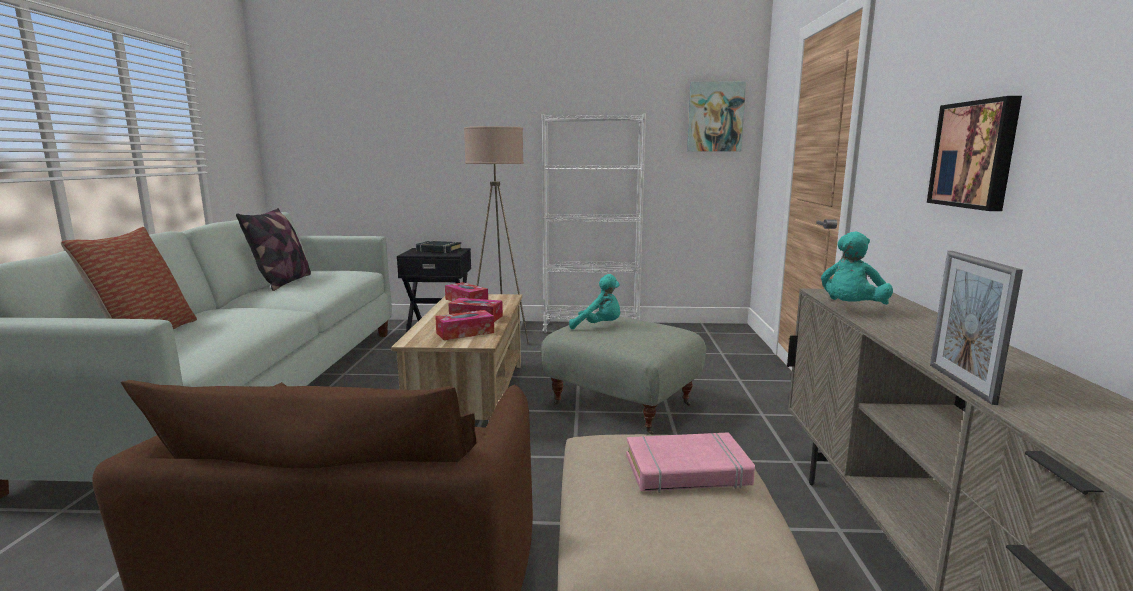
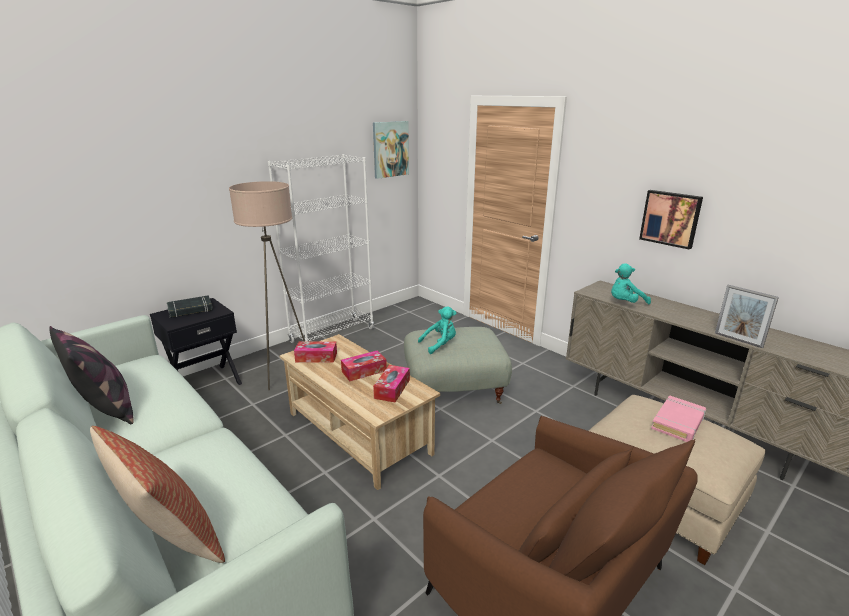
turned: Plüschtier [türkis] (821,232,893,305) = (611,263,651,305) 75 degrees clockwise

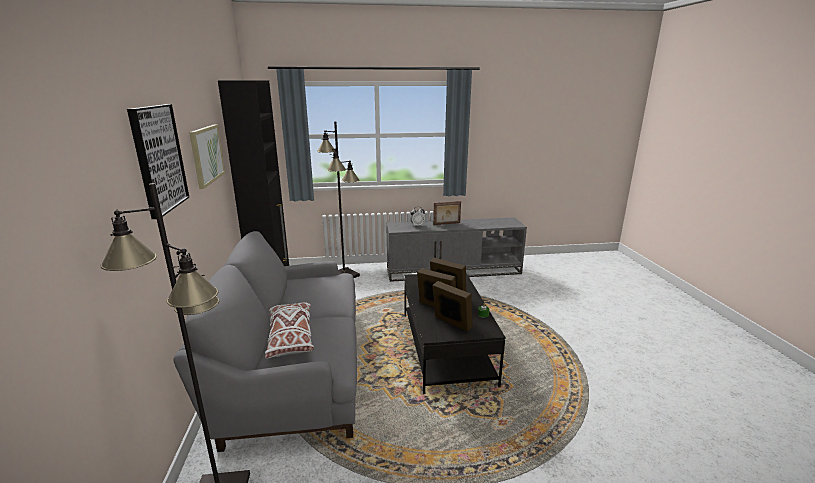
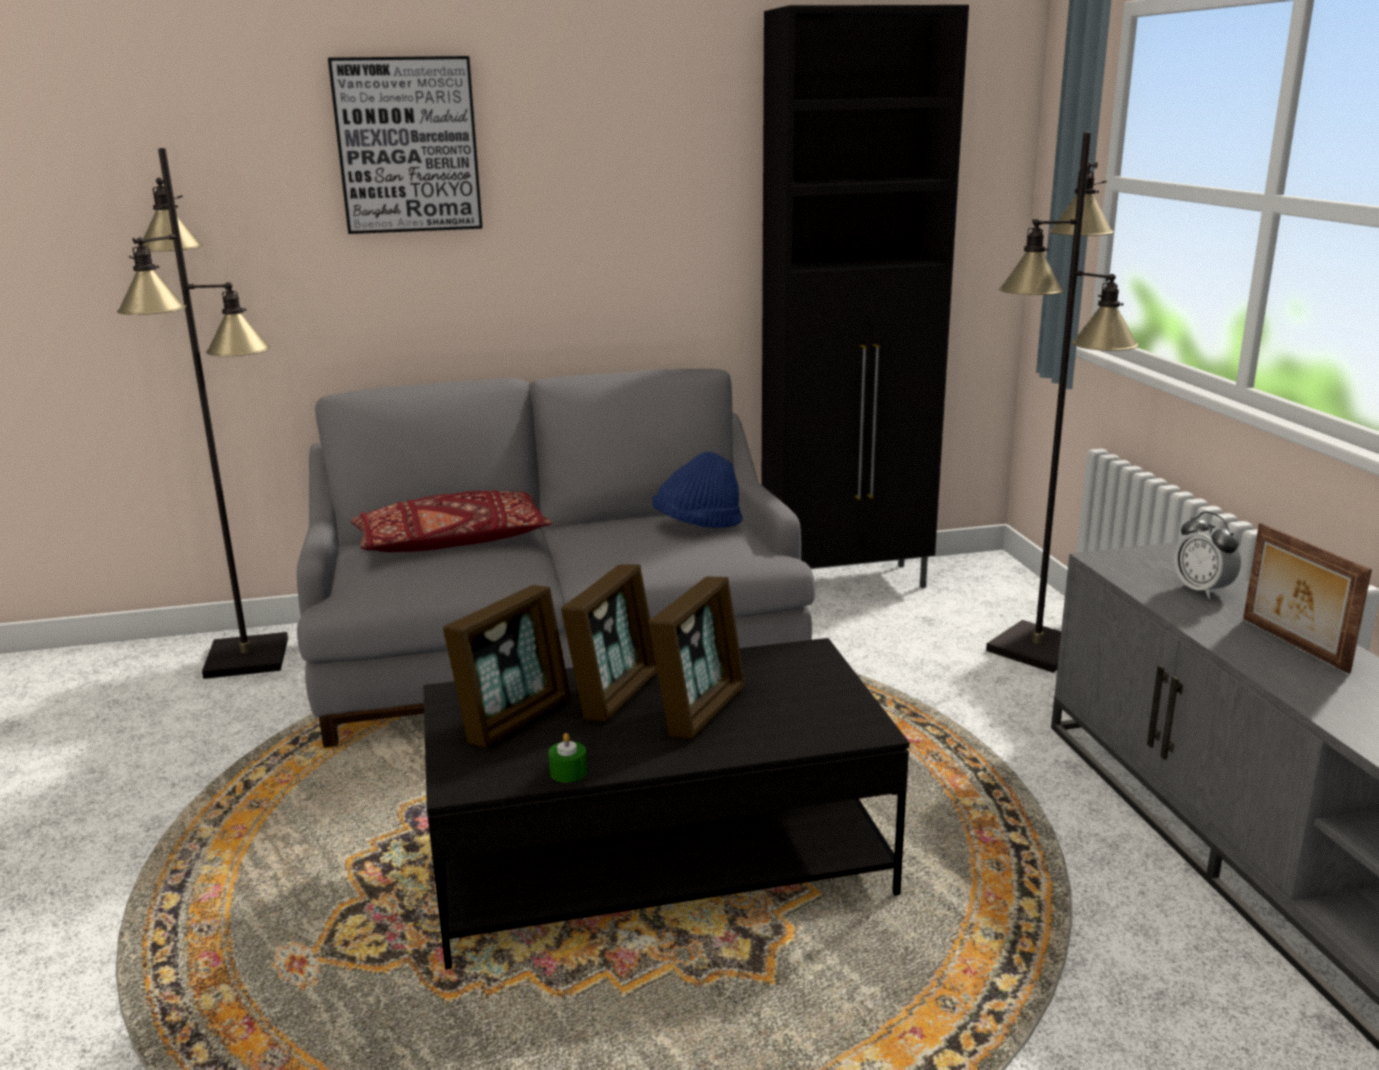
removed: Bild (189,124,225,189)
added: Hut [blau] (653,452,743,528)
recoloured: Kissen [weiß] (265,303,314,359) to Kissen [rot] (351,490,552,552)

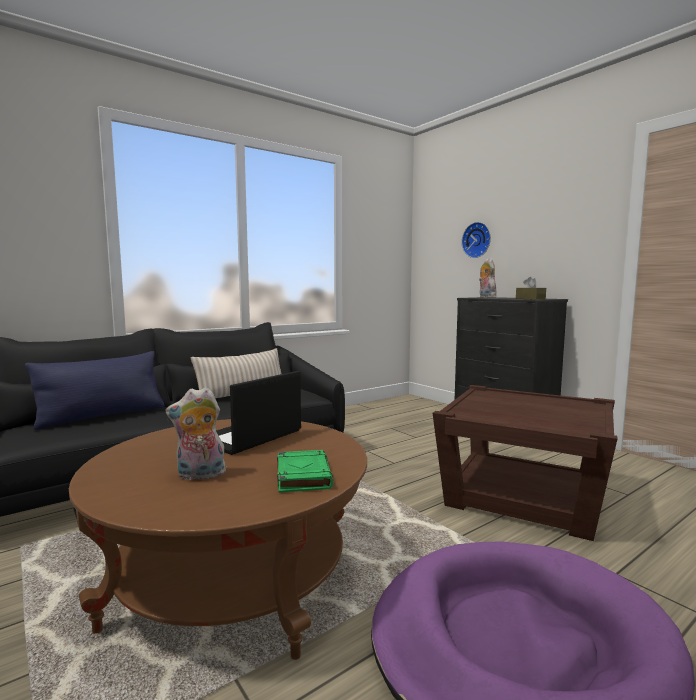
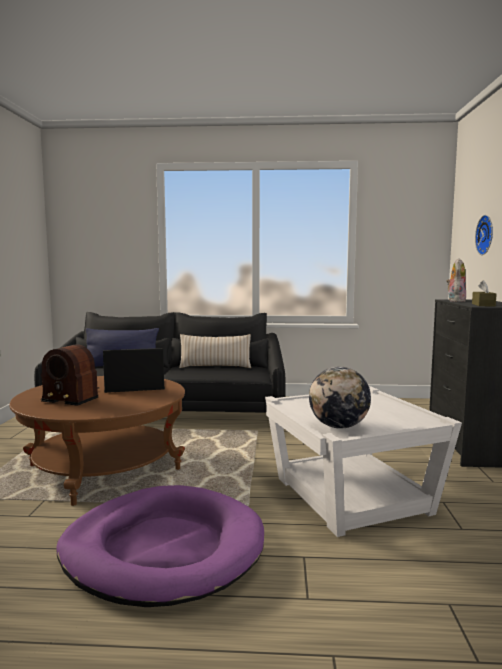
removed: Buch [grün] (277,450,333,493)
added: Globus (309,367,371,429)
replaced: Plüschtier (166,387,226,480) to Radio (41,344,99,406)
recoloured: Beistelltisch [braun] (433,385,618,541) to Beistelltisch [weiß] (265,386,462,537)

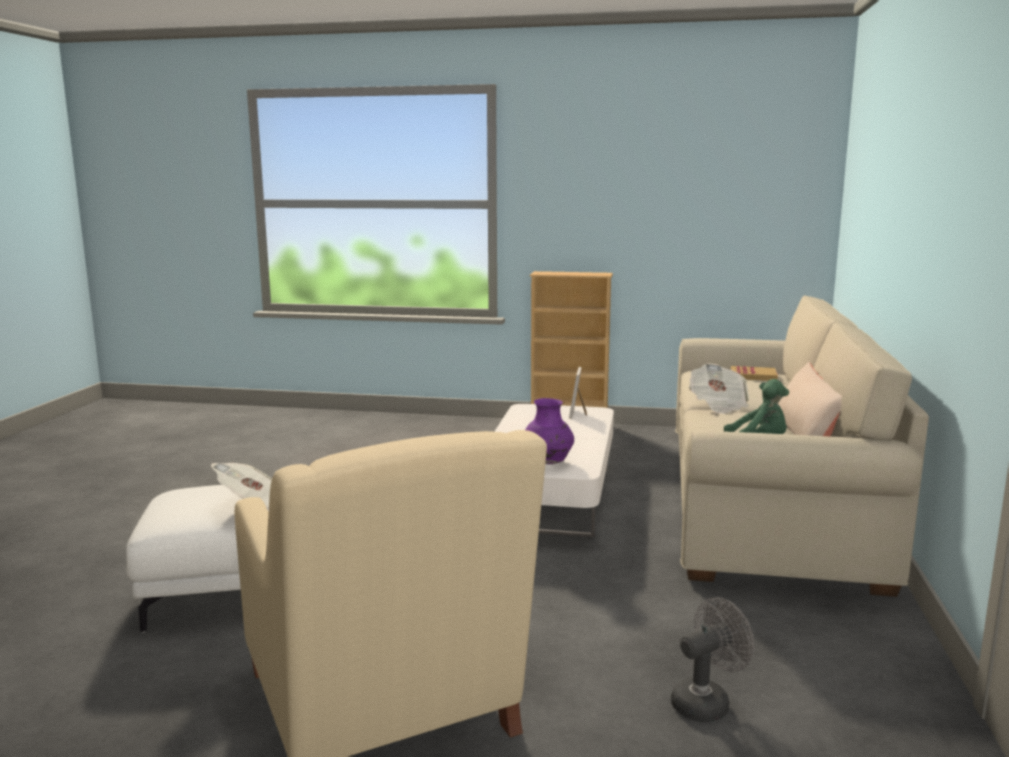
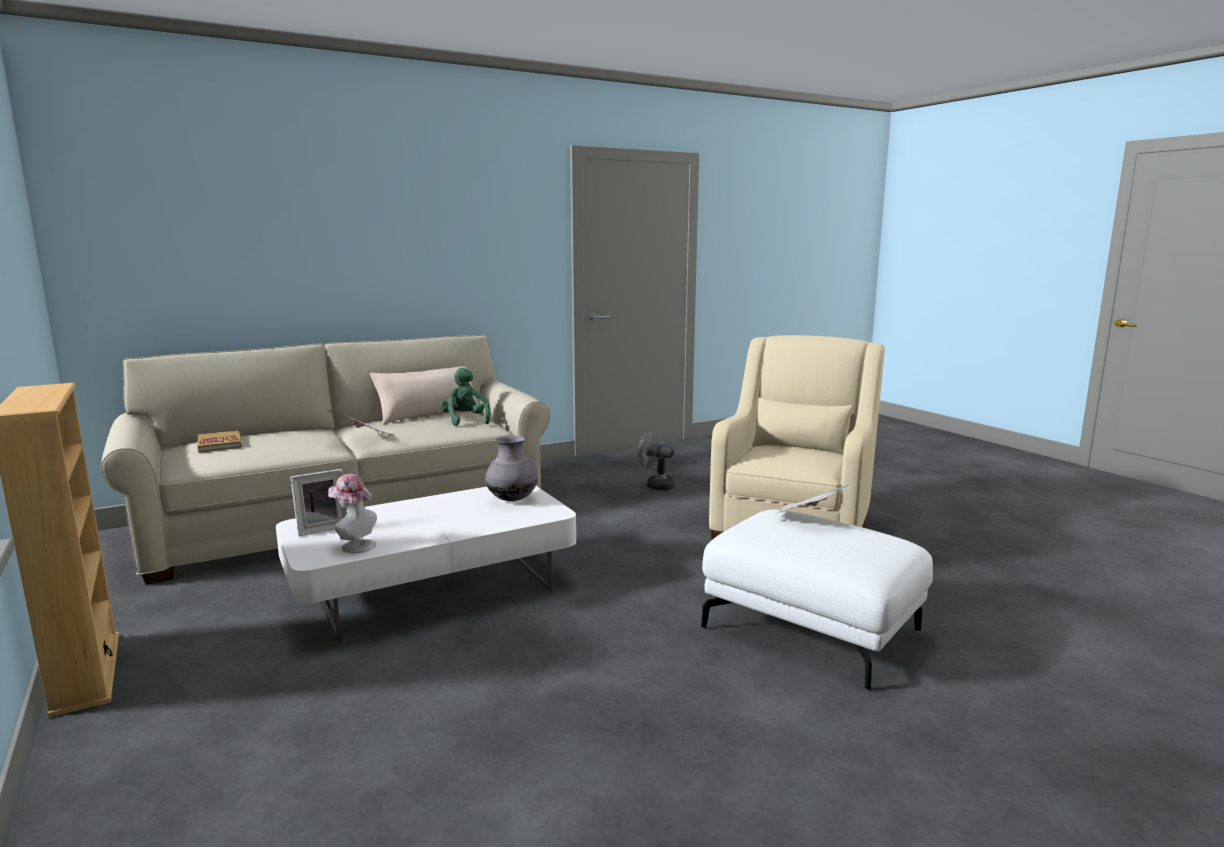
added: Hut (328,474,377,553)
recoloured: Vase [lila] (525,398,574,464) to Vase [grau] (485,436,538,501)

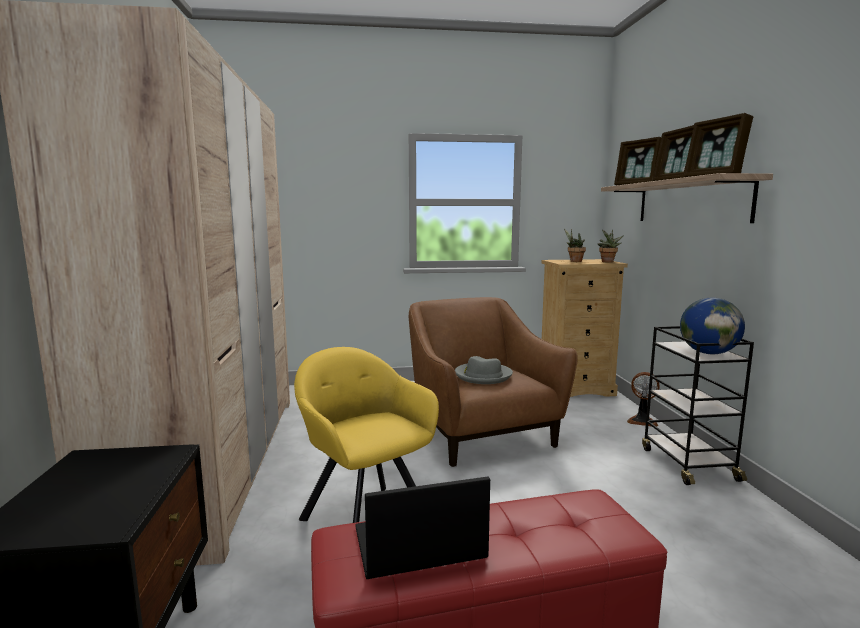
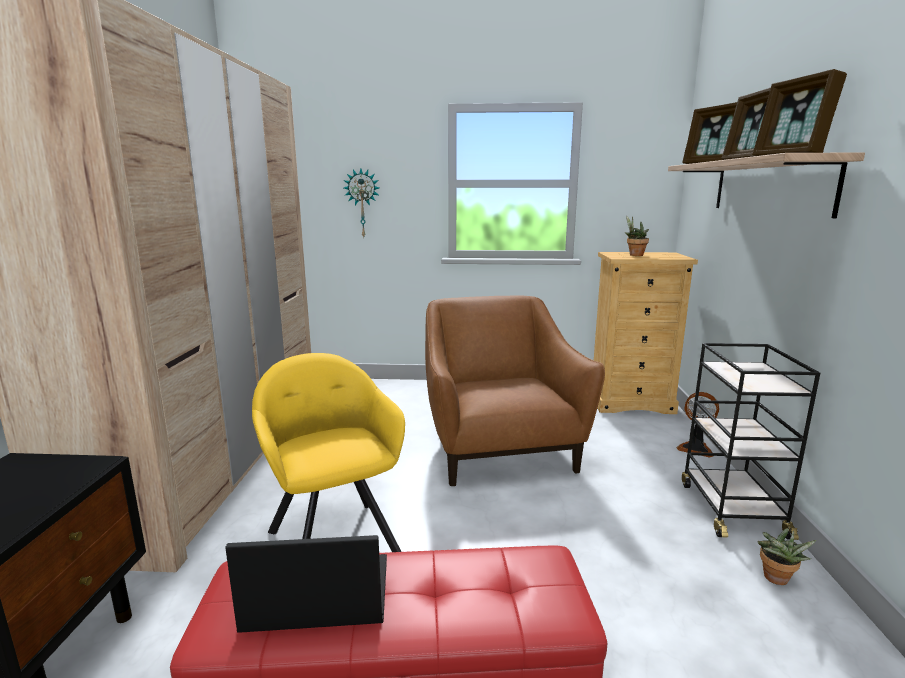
removed: Globus (680,298,745,354); Hut [grau] (455,356,513,384)
added: Wanduhr (344,169,380,237)
moved: Topfpflanze (598,229,624,262) to (758,528,816,585)

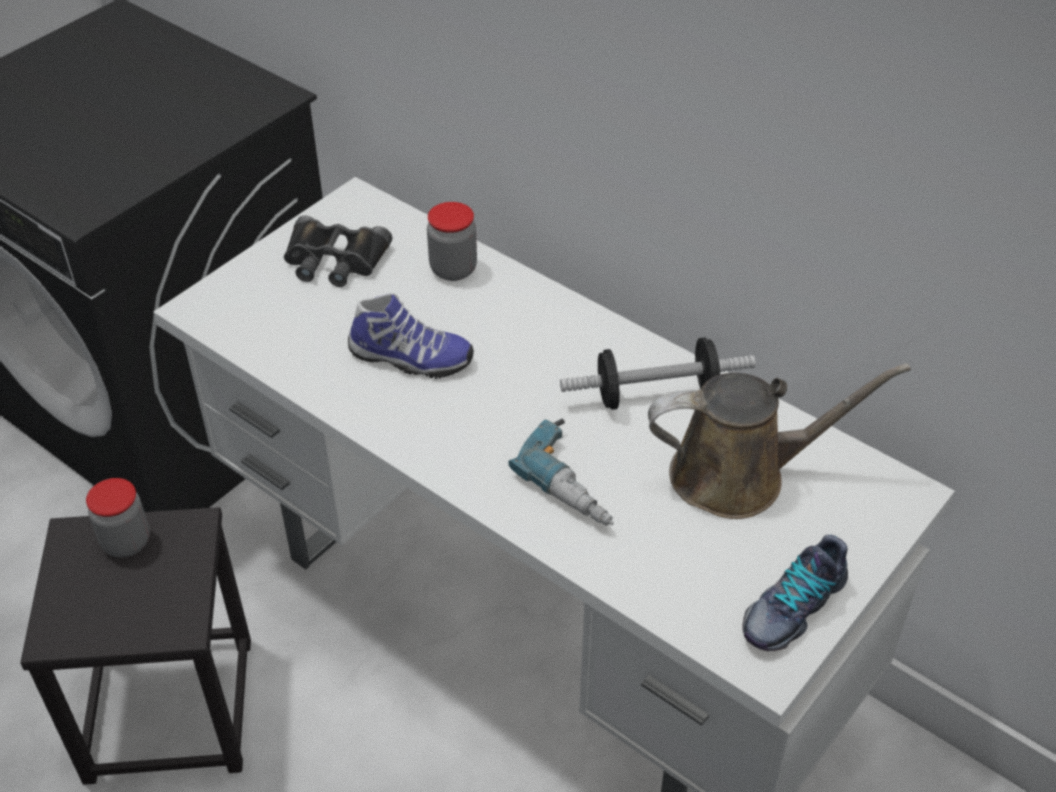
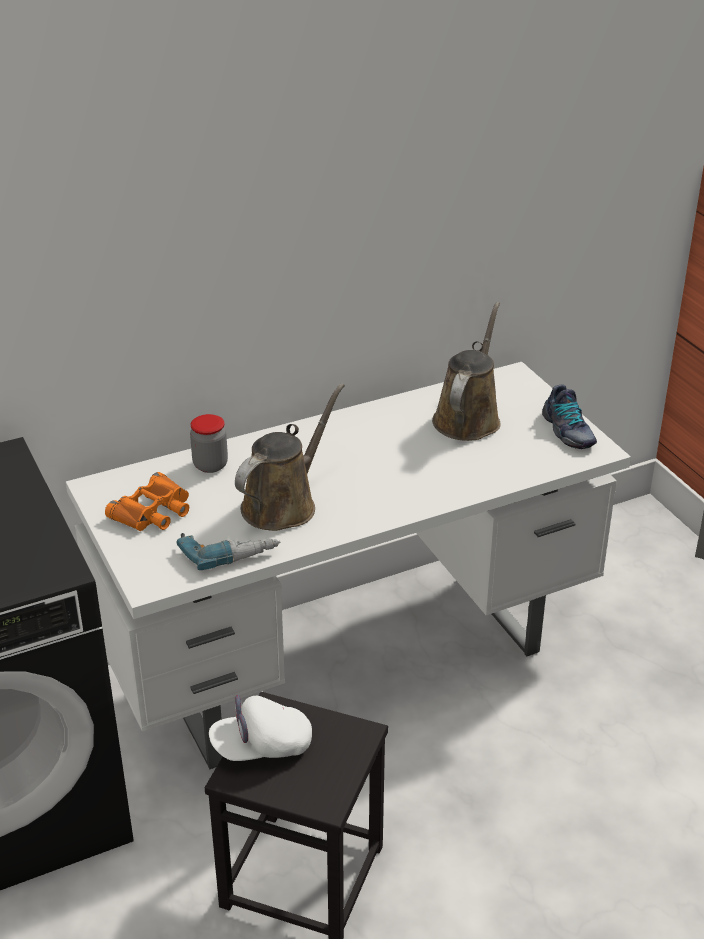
removed: Hantel (560,337,756,410)
moved: Bohrmaschine (508,418,614,526) to (177,533,281,570)
replaced: Schuh (348,294,474,379) to Gießkanne [braun] (235,383,345,531); Vorratsglas (86,478,150,557) to Kappe [weiß] (209,695,312,761)
recoloured: Fernglas [schwarz] (284,215,392,287) to Fernglas [orange] (105,472,189,531)

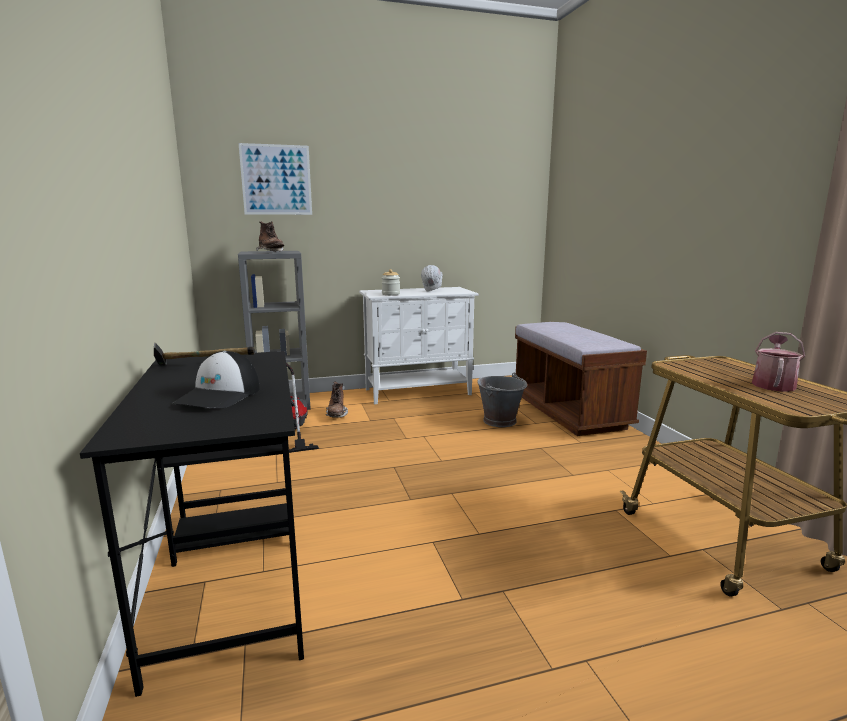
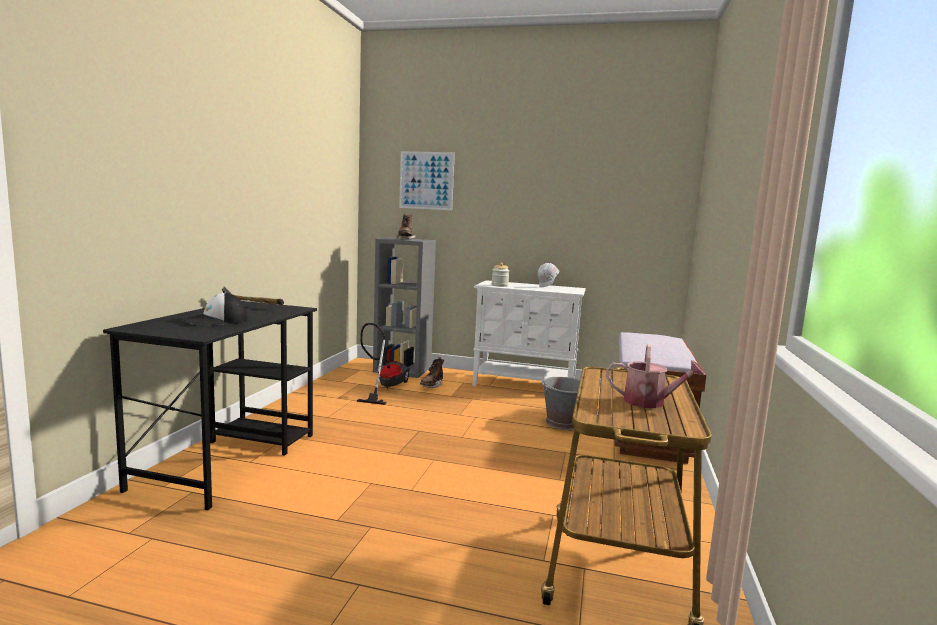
turned: Gießkanne (752,332,805,392) = (606,344,705,408) 45 degrees clockwise

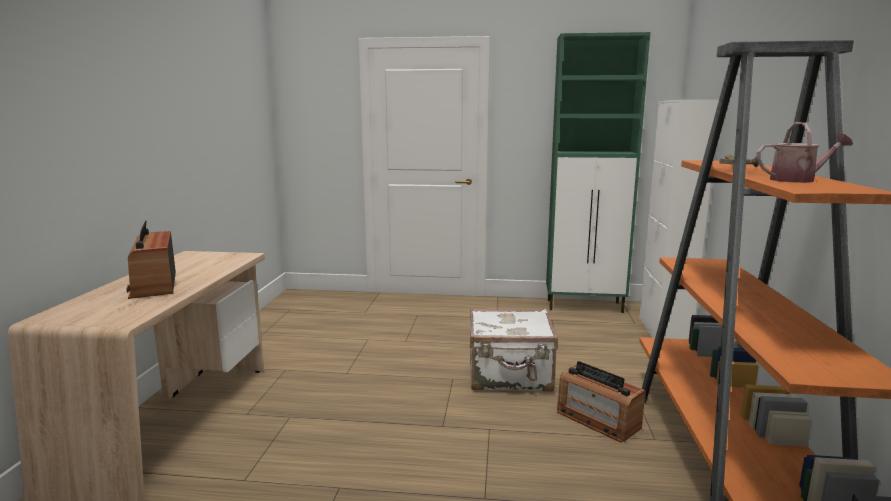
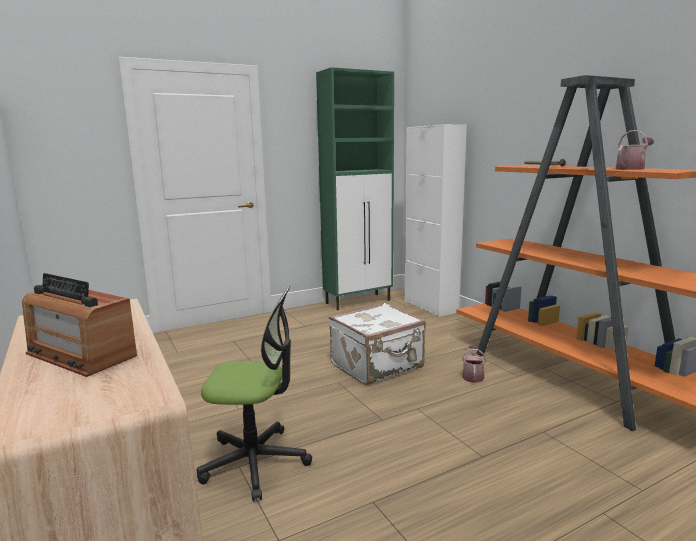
added: Bürostuhl (197,286,312,501)
replaced: Radio (557,361,646,443) to Gießkanne (462,346,486,383)

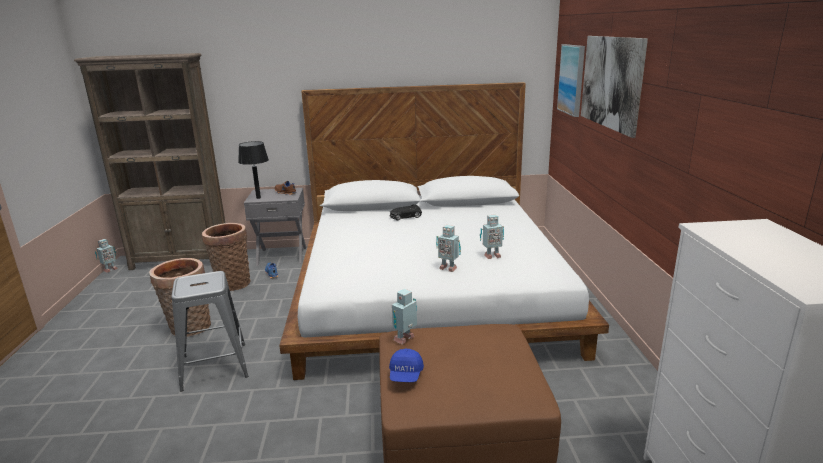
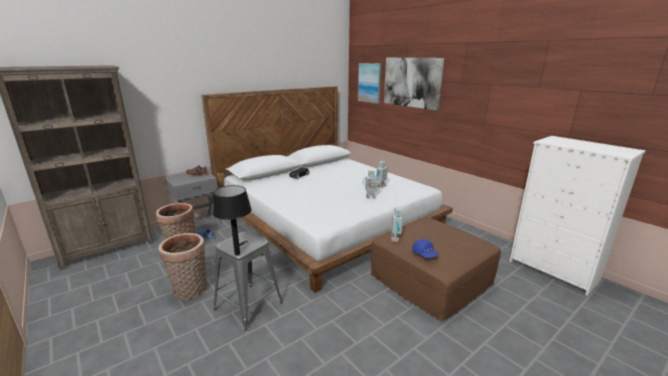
removed: Spielzeugroboter (95,239,118,273)
moved: Tischlampe [schwarz] (238,141,269,199) to (213,185,252,255)

